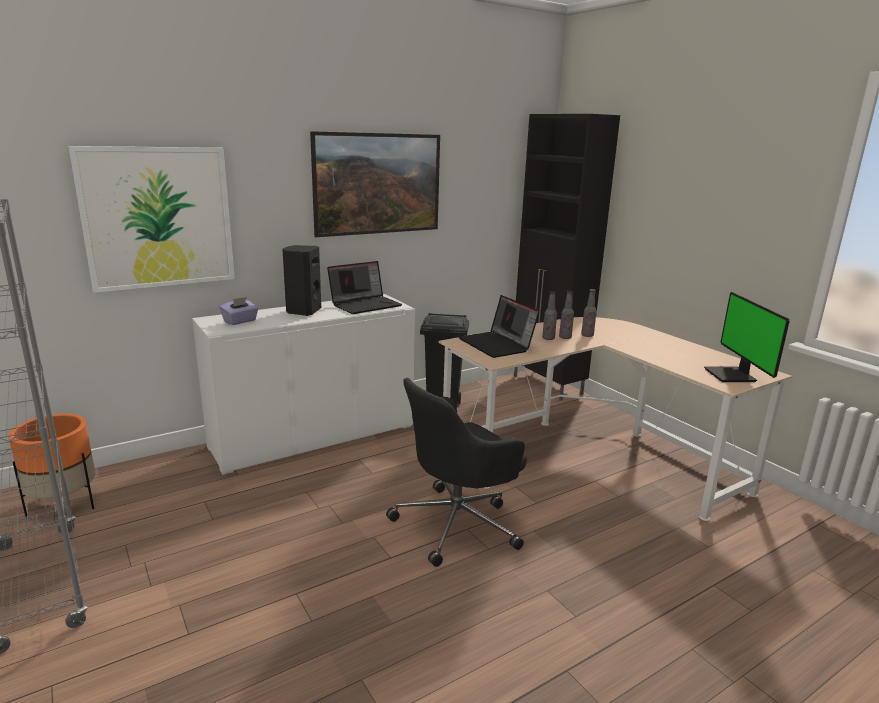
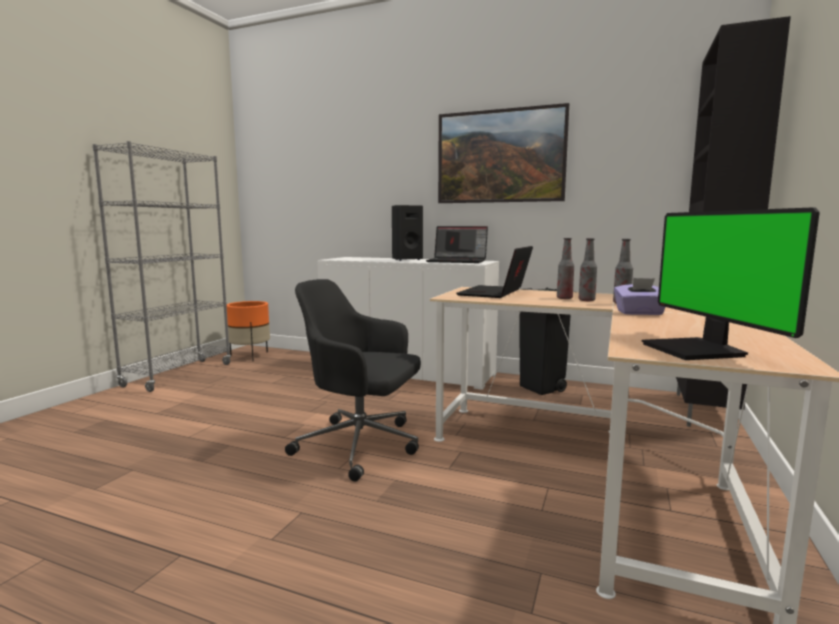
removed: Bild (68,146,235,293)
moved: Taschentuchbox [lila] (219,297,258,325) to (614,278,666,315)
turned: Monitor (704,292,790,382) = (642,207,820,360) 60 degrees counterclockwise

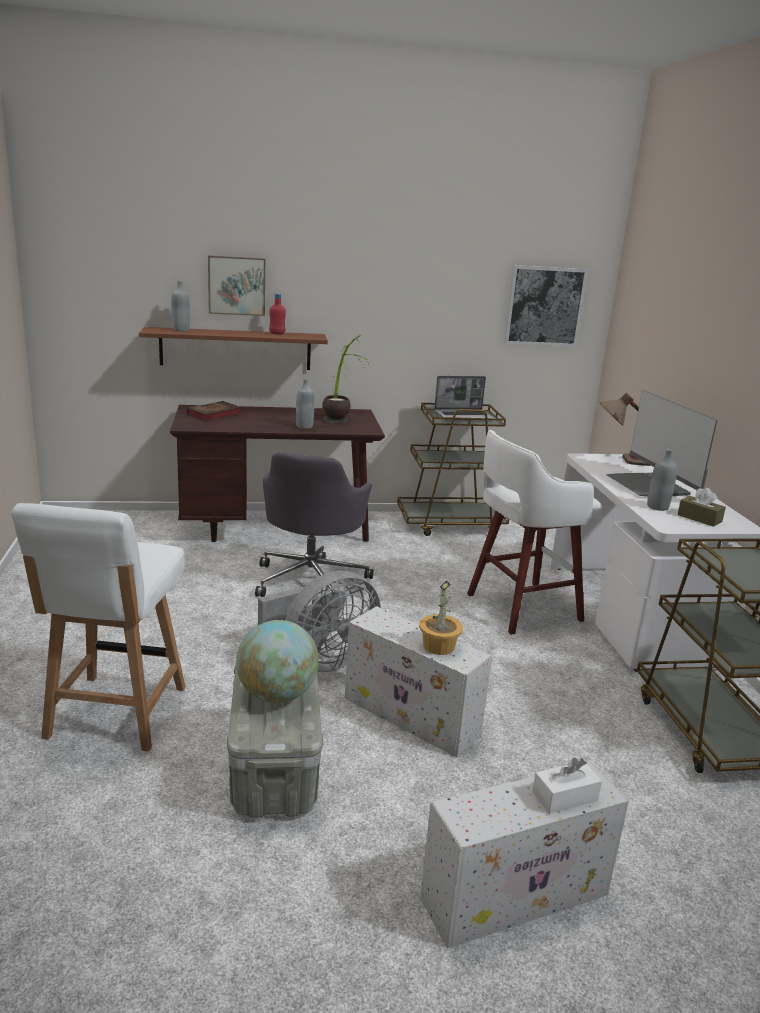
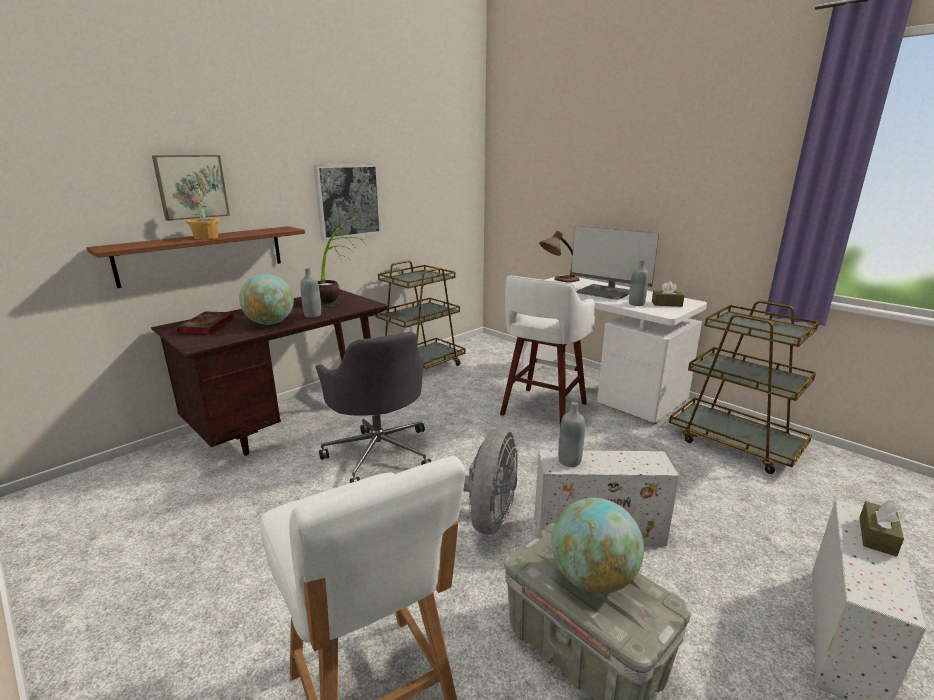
removed: Flasche [rot] (269,293,286,335); Laptop (434,376,494,421)
added: Globus (239,274,294,325)
moved: Bild (504,265,588,346) to (314,164,382,240); Flasche [grau] (171,281,190,332) to (558,402,585,467); Topfpflanze (419,580,463,655) to (186,184,220,239)
recoloured: Taschentuchbox [weiß] (532,758,602,814) to Taschentuchbox [braun] (859,500,904,557)

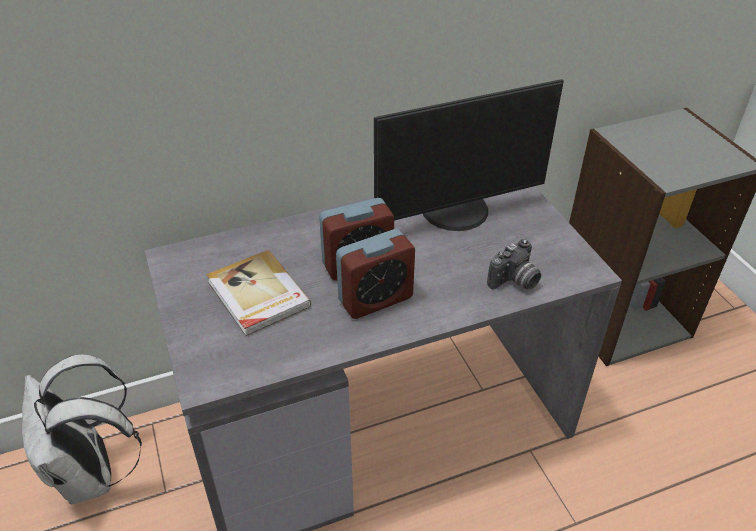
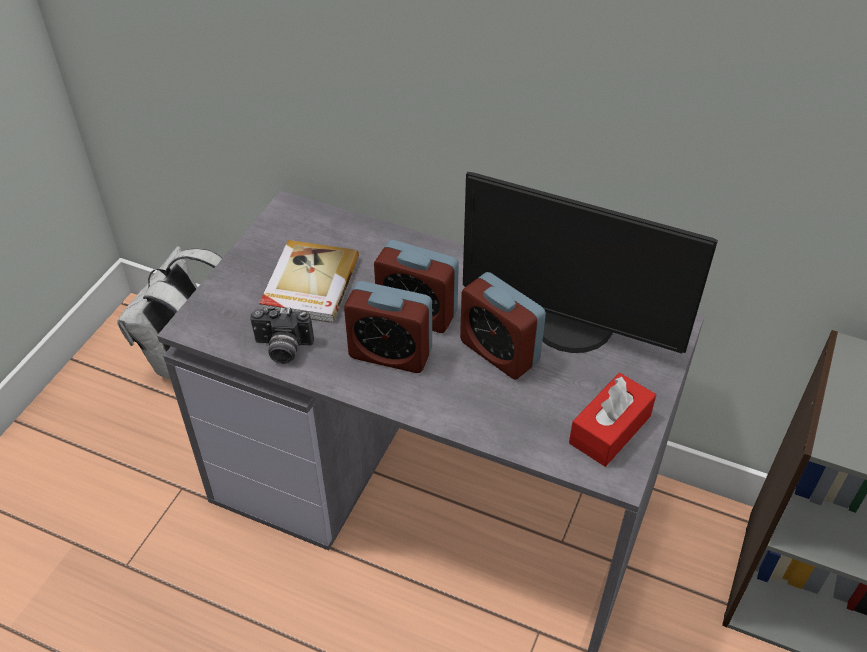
added: Wecker (460,272,546,380); Taschentuchbox [rot] (569,373,656,467)
moved: Kamera (487,239,541,290) to (250,307,314,364)

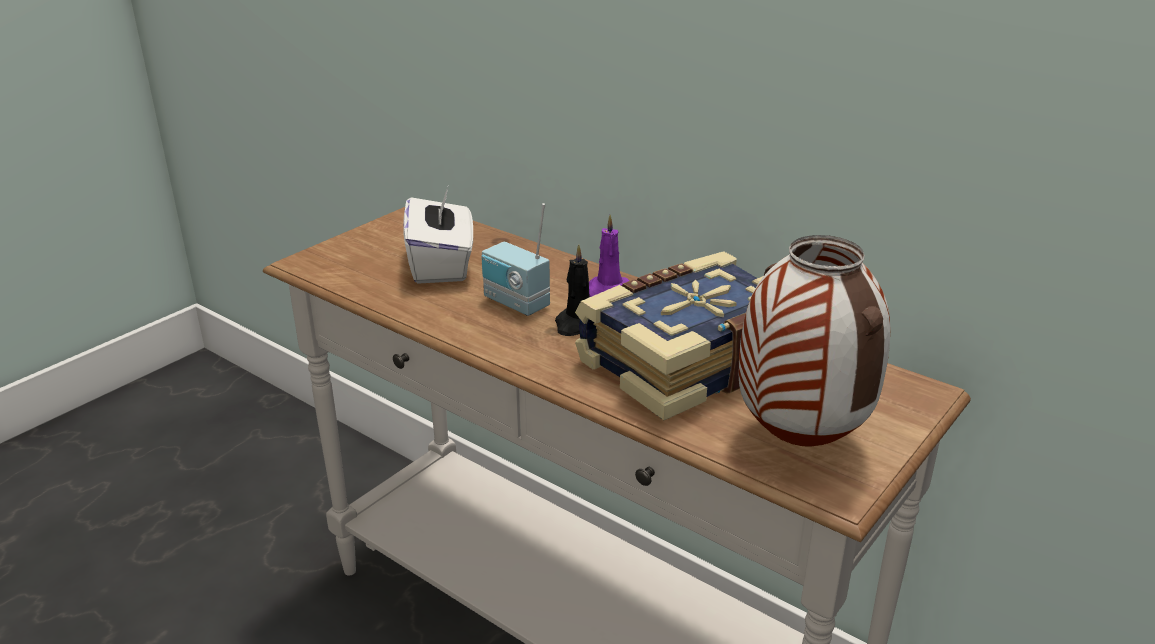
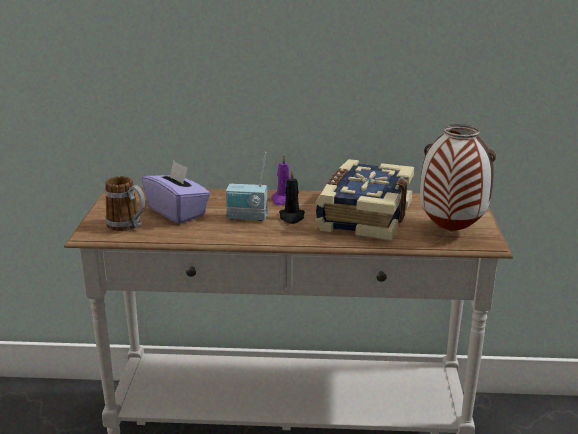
added: Henkelbecher (105,176,145,231)
recoloured: Taschentuchbox [weiß] (403,184,473,284) to Taschentuchbox [lila] (142,161,211,224)

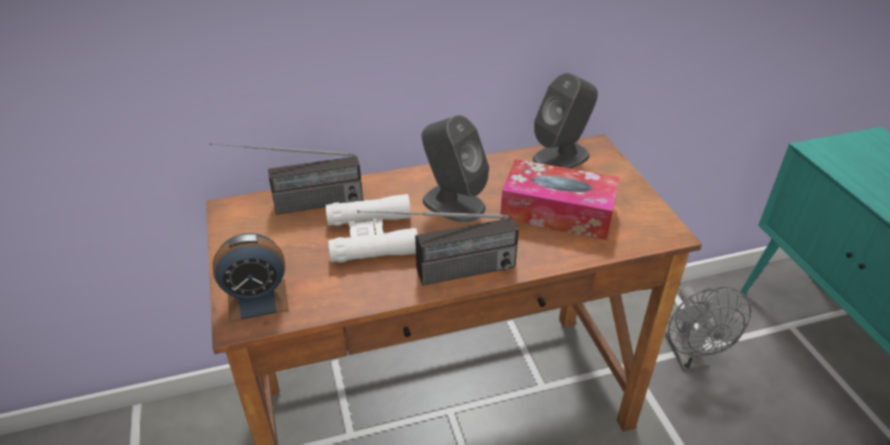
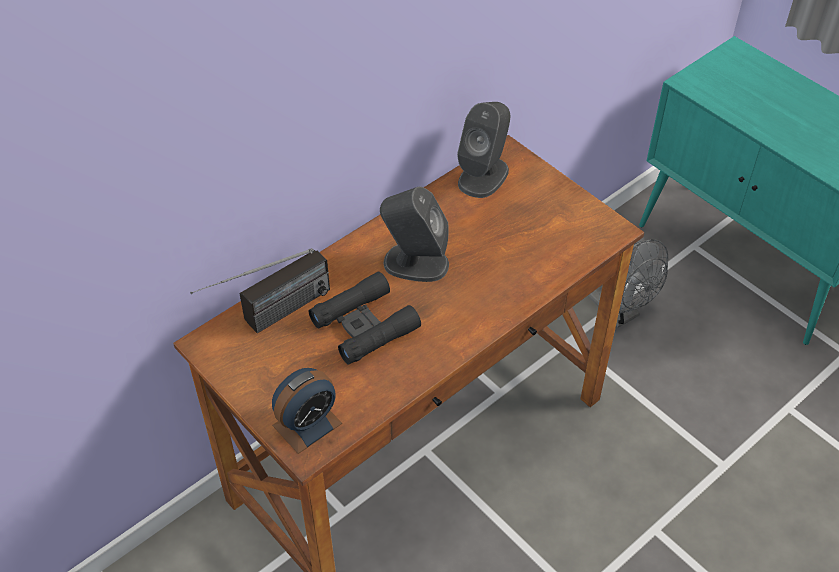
removed: Taschentuchbox (500,159,620,240); Radio (358,210,519,285)
recoloured: Fernglas [weiß] (326,194,418,263) to Fernglas [schwarz] (309,272,421,365)

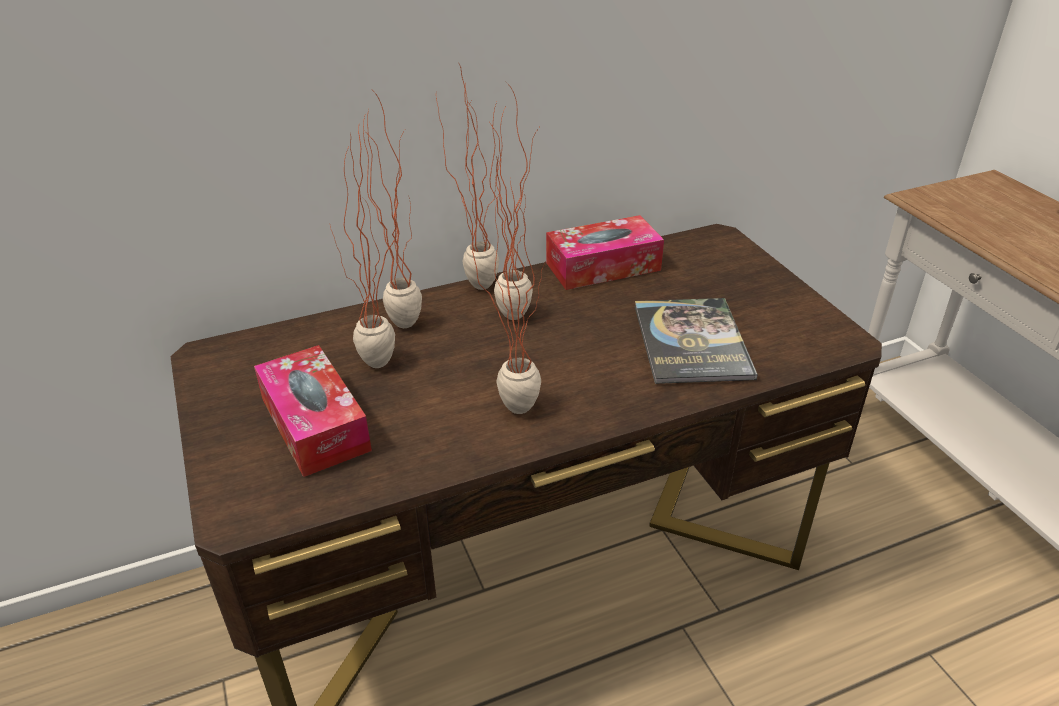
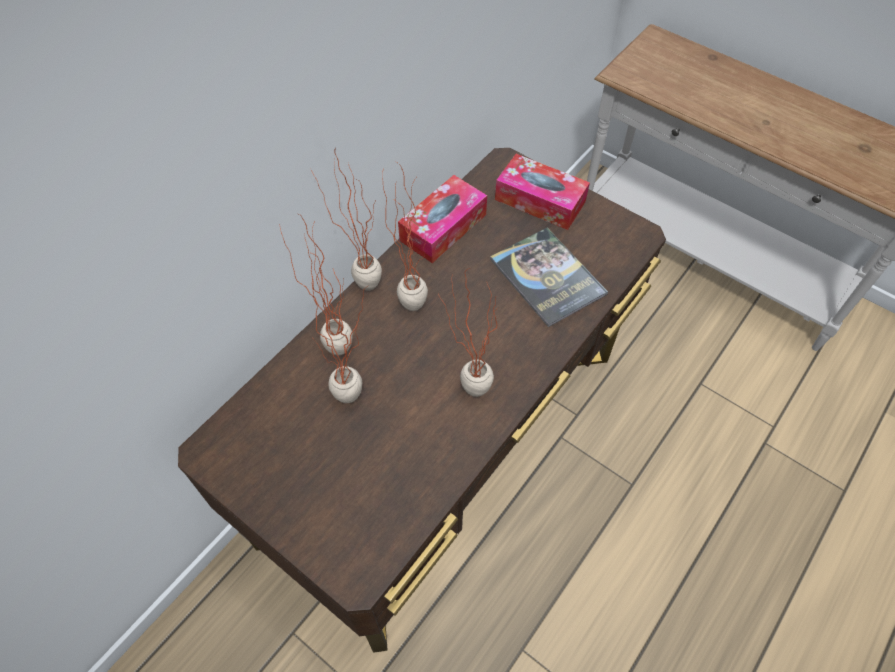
moved: Taschentuchbox (254,345,372,477) to (495,154,590,230)

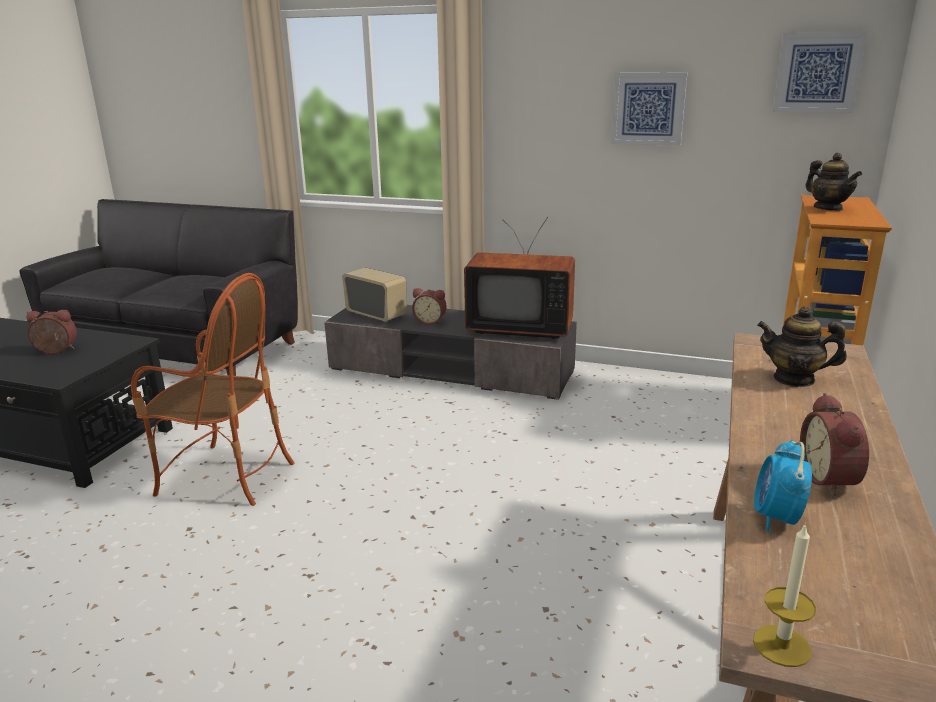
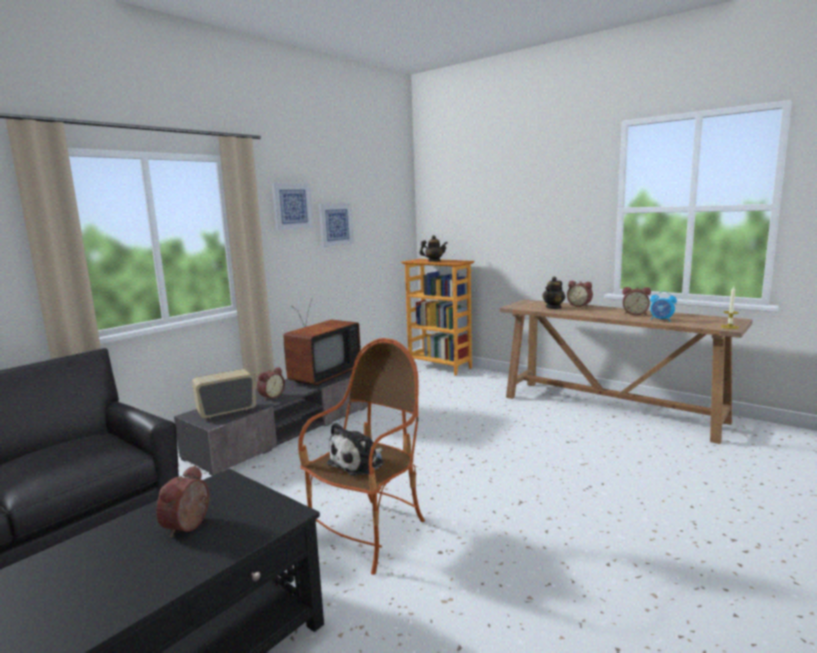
added: Wecker (567,281,593,307); Plüschtier (327,423,384,476)
moved: Bild (773,32,867,113) to (272,183,313,230)

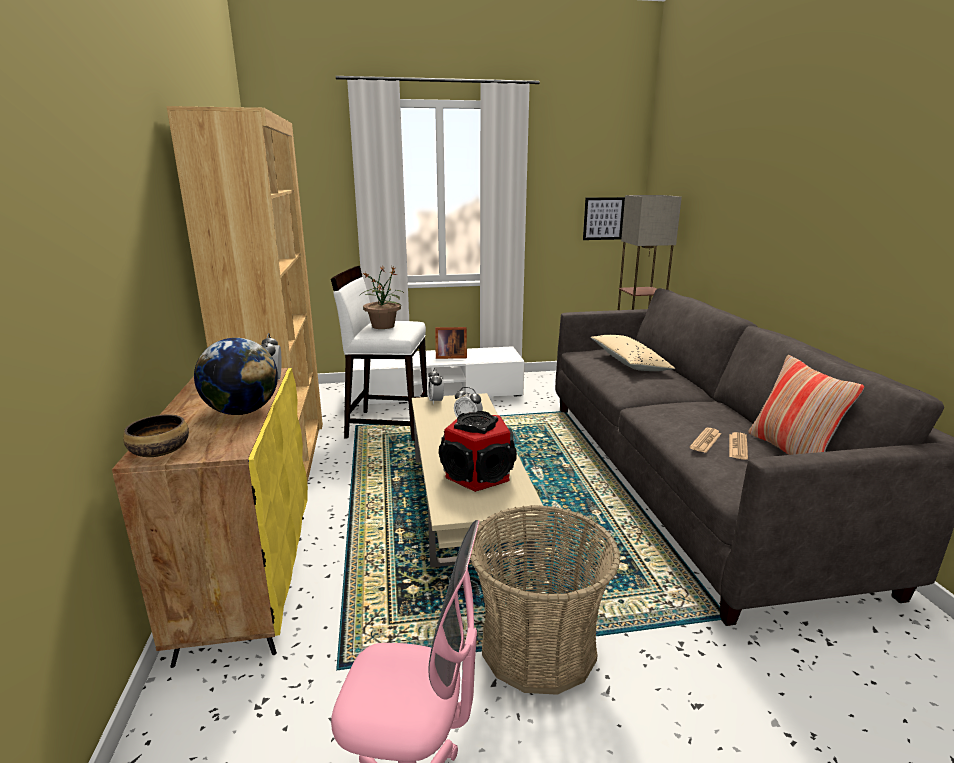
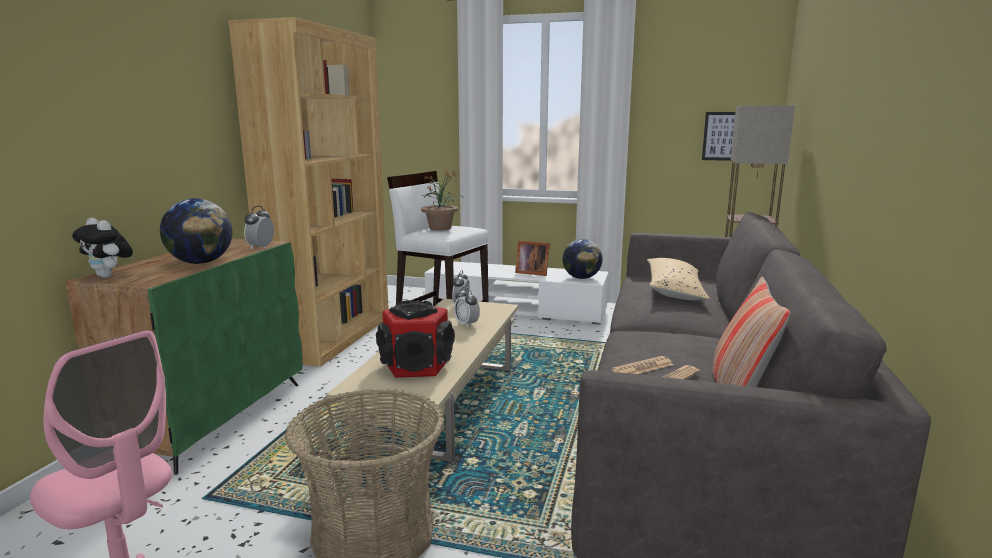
added: Globus (562,239,603,279)
replaced: Schüssel (123,414,189,457) to Plüschtier (72,218,133,278)
recoloured: Schrank [gelb] (112,368,308,668) to Schrank [grün] (66,239,303,475)

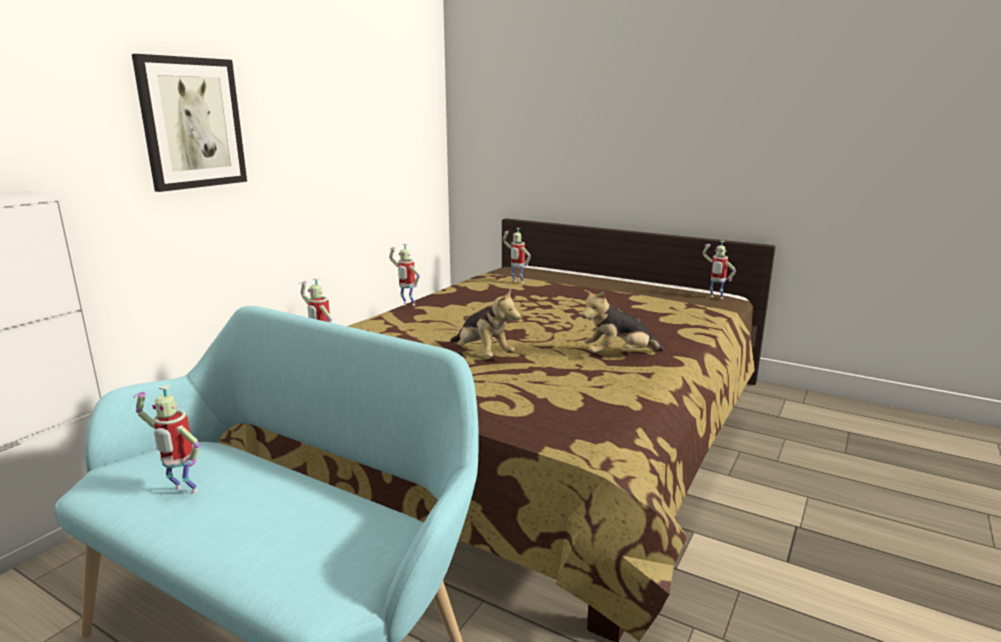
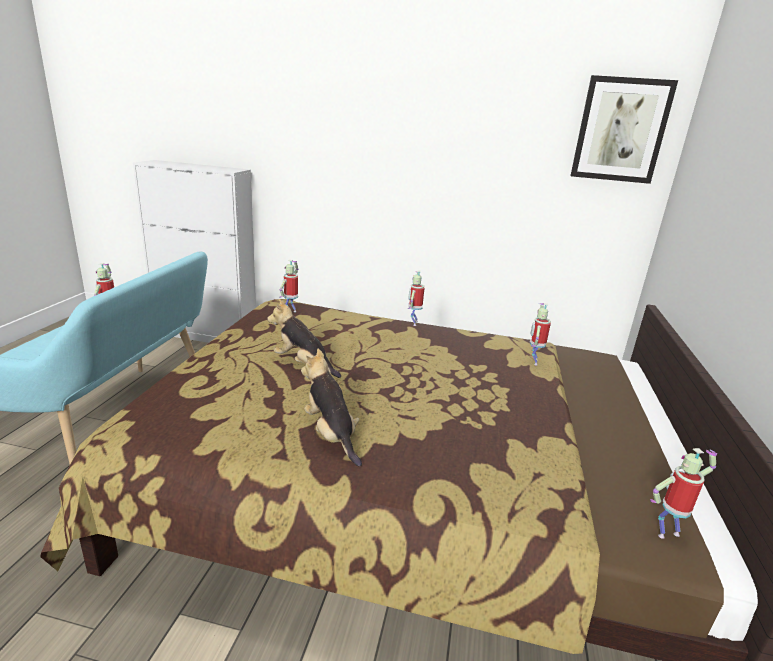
moved: Bild (132,54,247,192) to (570,75,678,184)
turned: Spielzeugroboter (702,241,736,299) = (650,448,717,539) 60 degrees clockwise; Plüschtier (450,288,521,357) = (267,299,341,378) 90 degrees clockwise

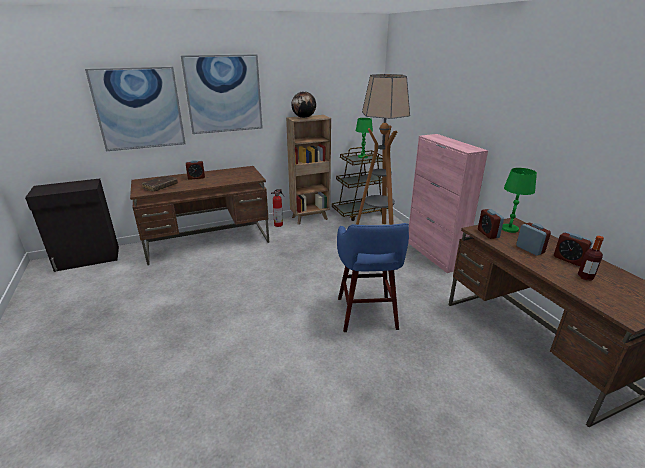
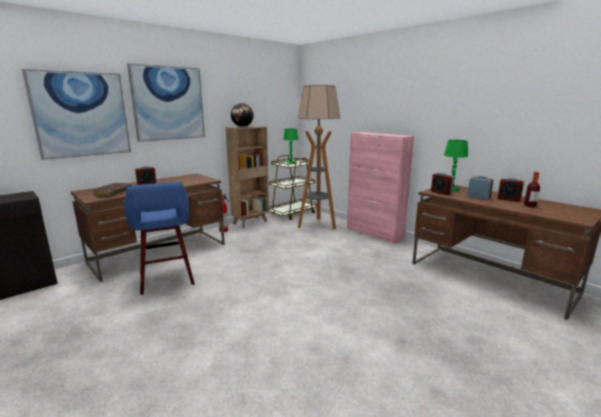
moved: Hocker [blau] (337,223,409,332) to (124,182,195,295)

